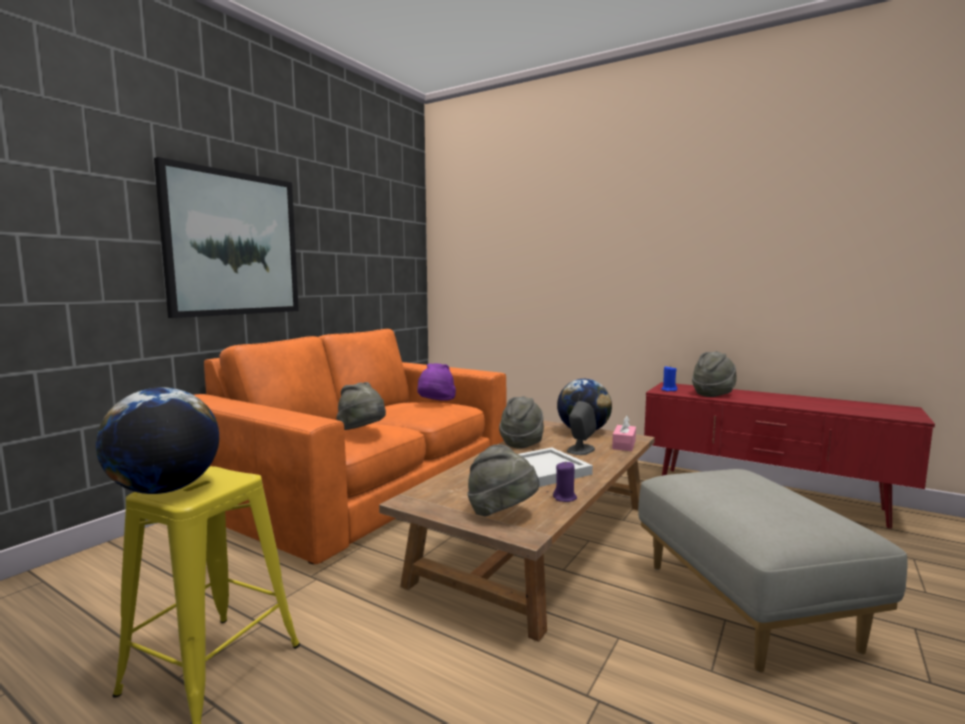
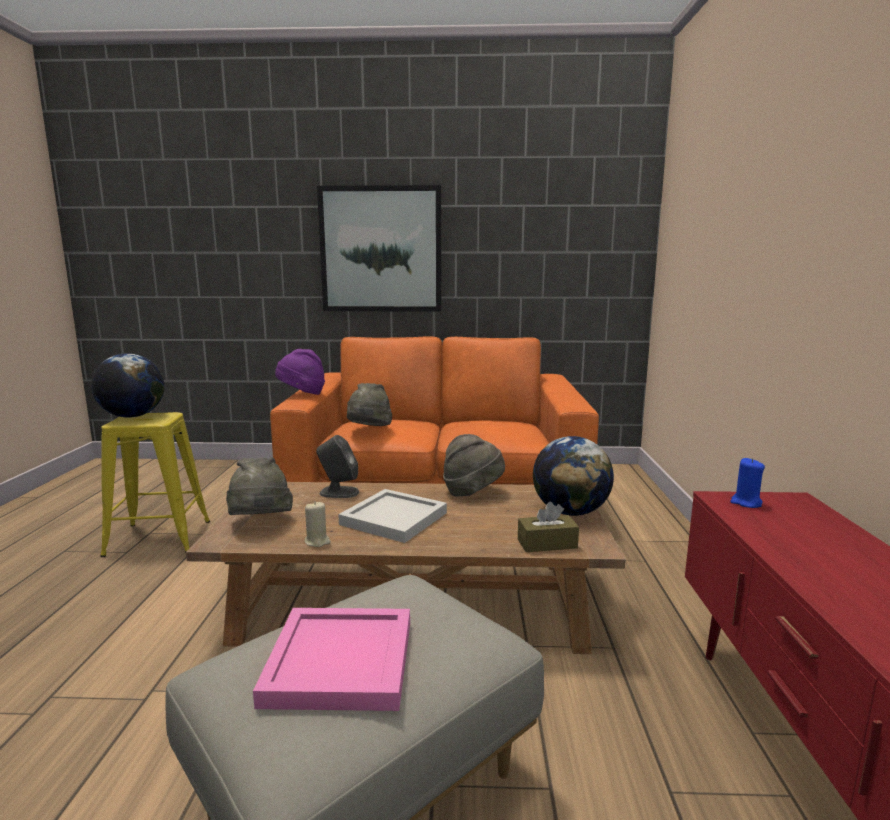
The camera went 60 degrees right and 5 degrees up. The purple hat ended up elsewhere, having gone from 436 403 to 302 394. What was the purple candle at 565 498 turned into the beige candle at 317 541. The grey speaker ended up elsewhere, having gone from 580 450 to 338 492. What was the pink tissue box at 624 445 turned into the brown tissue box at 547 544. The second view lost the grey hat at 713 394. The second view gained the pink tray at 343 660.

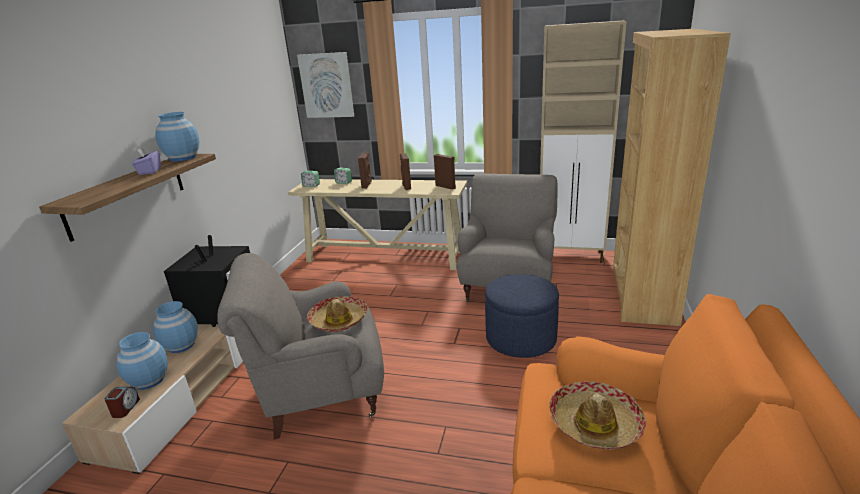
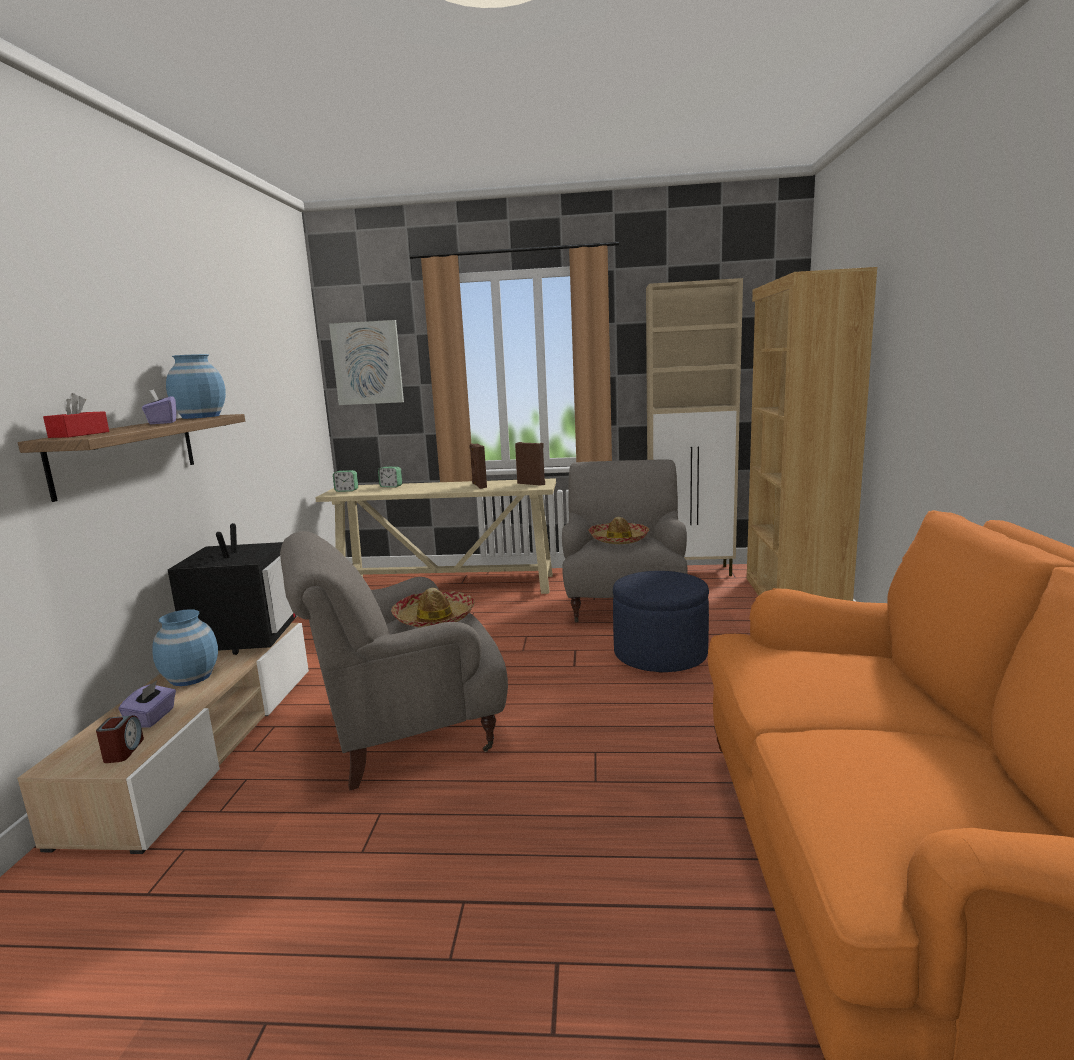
The camera went 10 degrees left and 10 degrees down. Where the blue vase stood at 149 380, the purple tissue box came to stand at 152 718. The second view lost the brown speaker at 367 185. The hat ended up elsewhere, having gone from 594 423 to 618 539. The second view gained the red tissue box at 79 434.

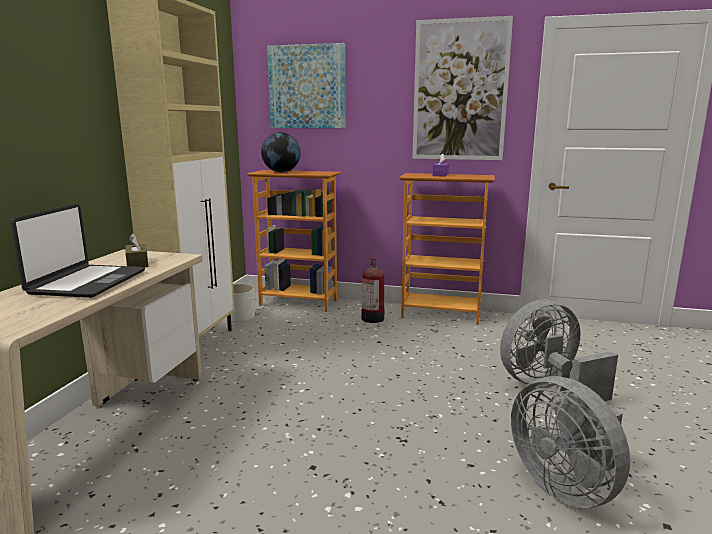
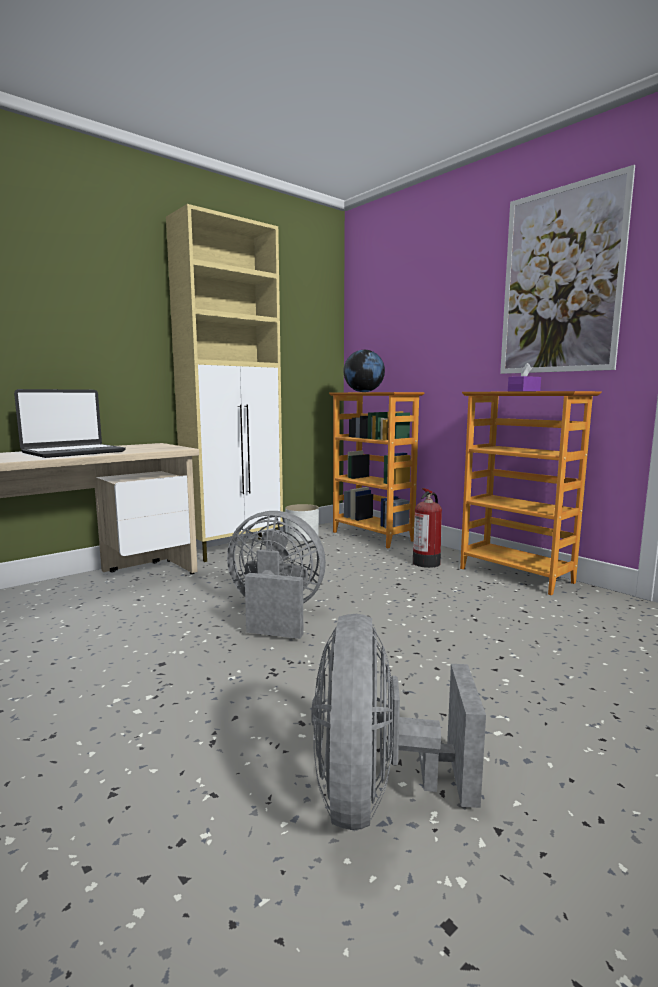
The camera went 35 degrees right and 5 degrees down. The second view lost the brown tissue box at 137 263. The second view lost the picture at 307 87. The grey fan ended up elsewhere, having gone from 547 387 to 275 614.

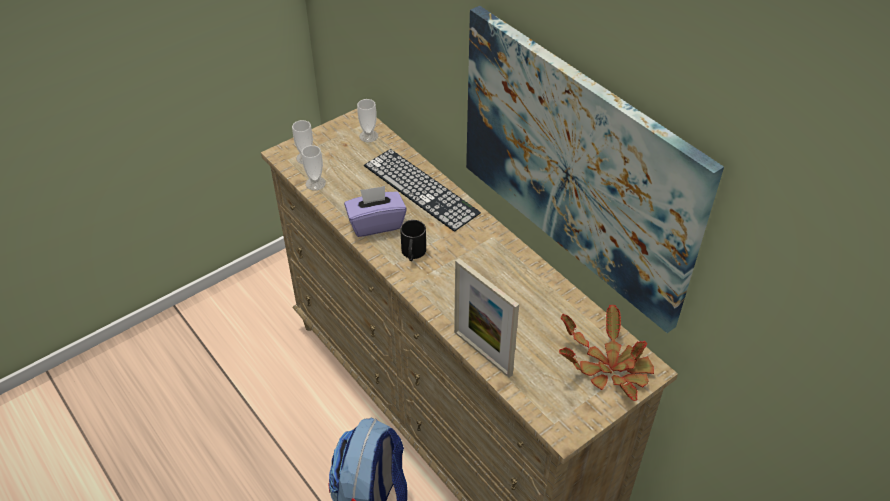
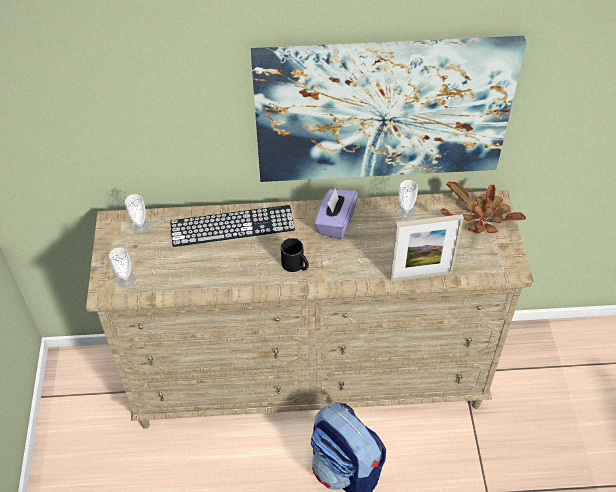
The camera went 55 degrees left and 5 degrees up. The cup ended up elsewhere, having gone from 315 183 to 405 212. The purple tissue box ended up elsewhere, having gone from 376 224 to 335 222.

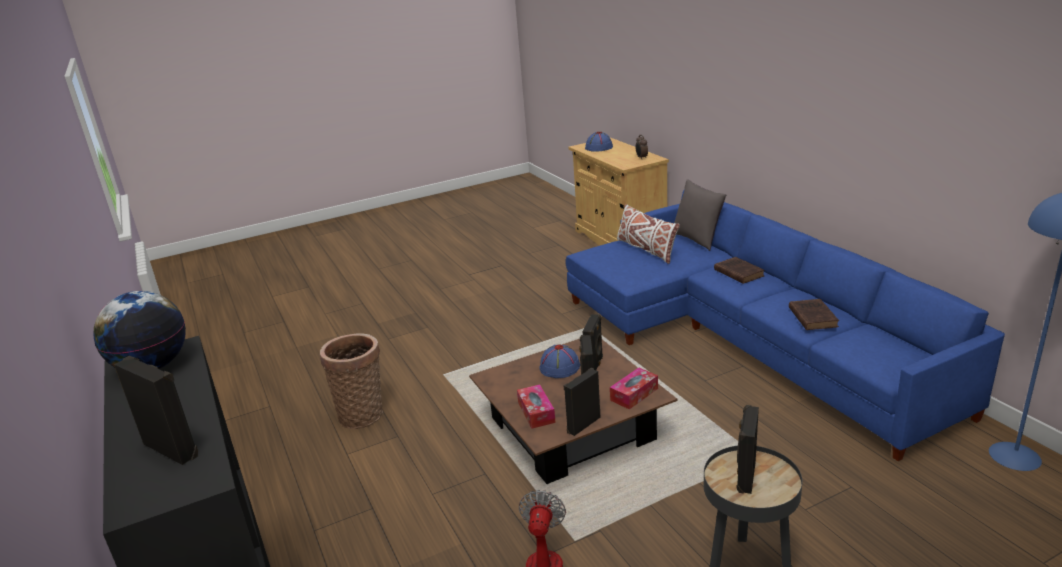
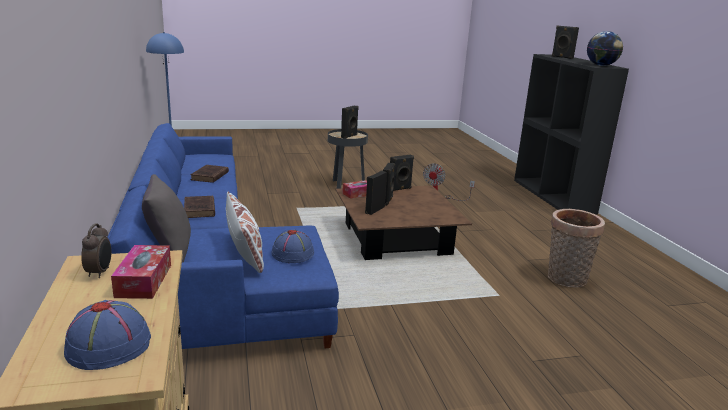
The camera went 170 degrees left and 5 degrees down. The tissue box ended up elsewhere, having gone from 536 412 to 144 281. The blue hat ended up elsewhere, having gone from 559 367 to 293 253.

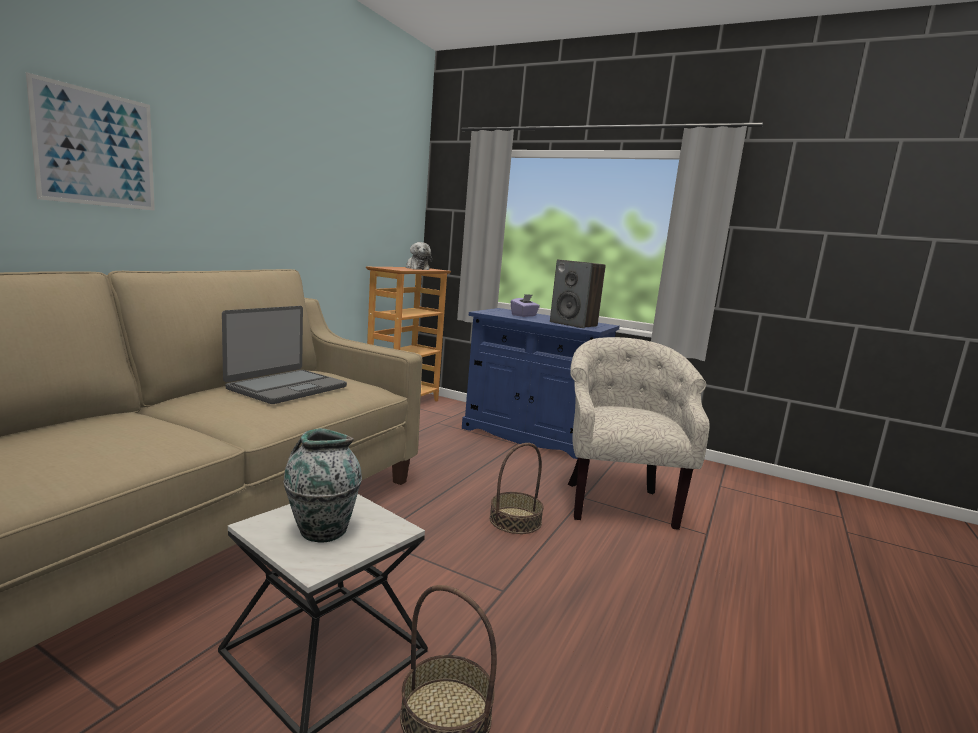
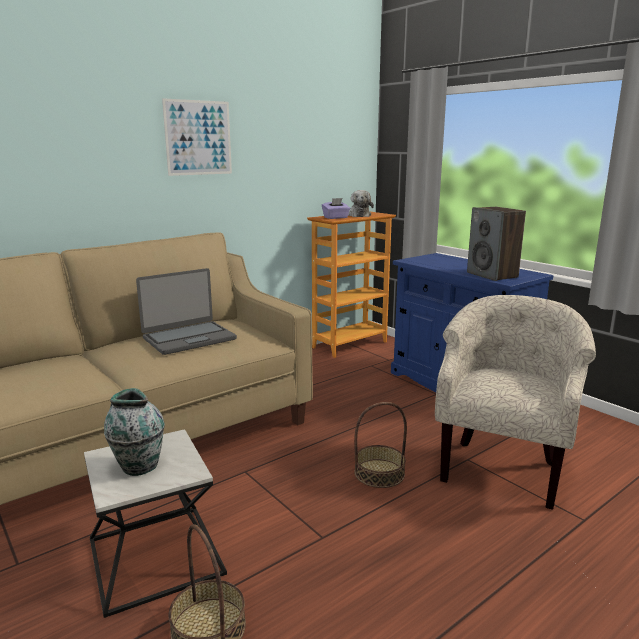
The camera went 25 degrees right and 5 degrees up. The picture ended up elsewhere, having gone from 96 149 to 198 138. The purple tissue box ended up elsewhere, having gone from 524 315 to 336 218.

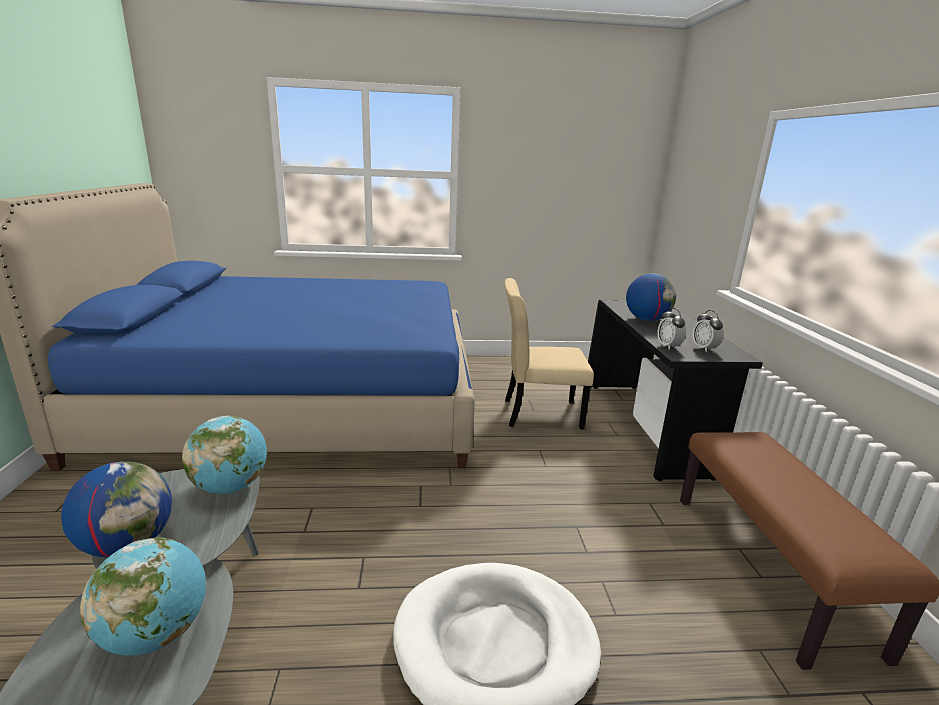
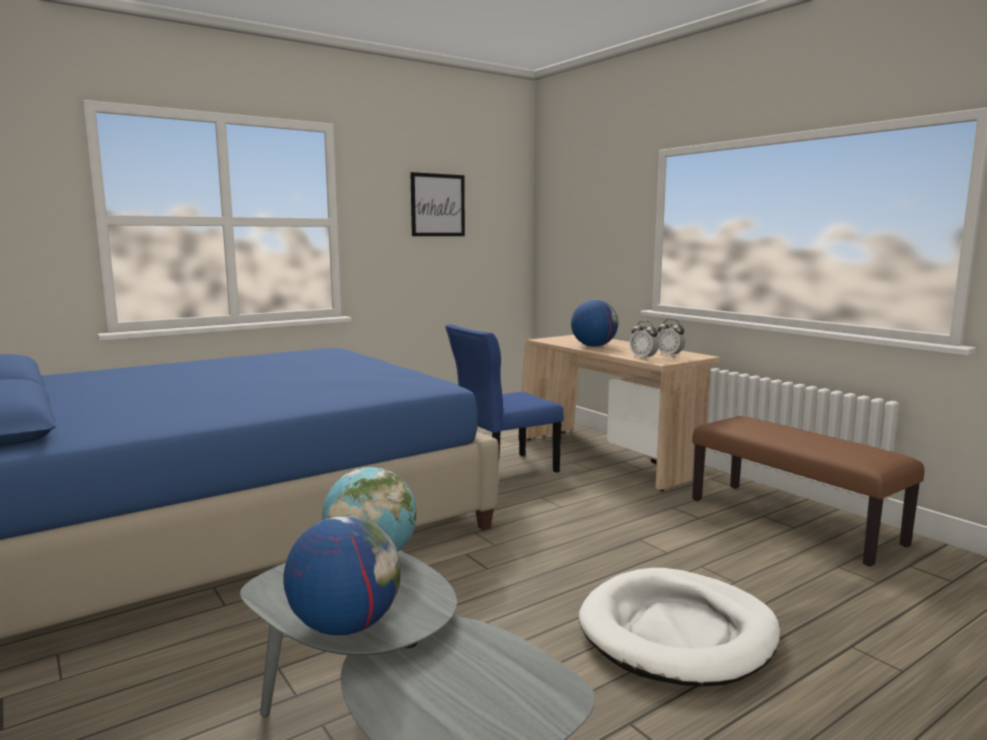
The camera went 30 degrees left and 10 degrees down. The second view lost the globe at 157 634. What was the beige chair at 538 413 turned into the blue chair at 503 470. What was the black desk at 645 427 turned into the beige desk at 606 458. The second view gained the picture at 438 205.

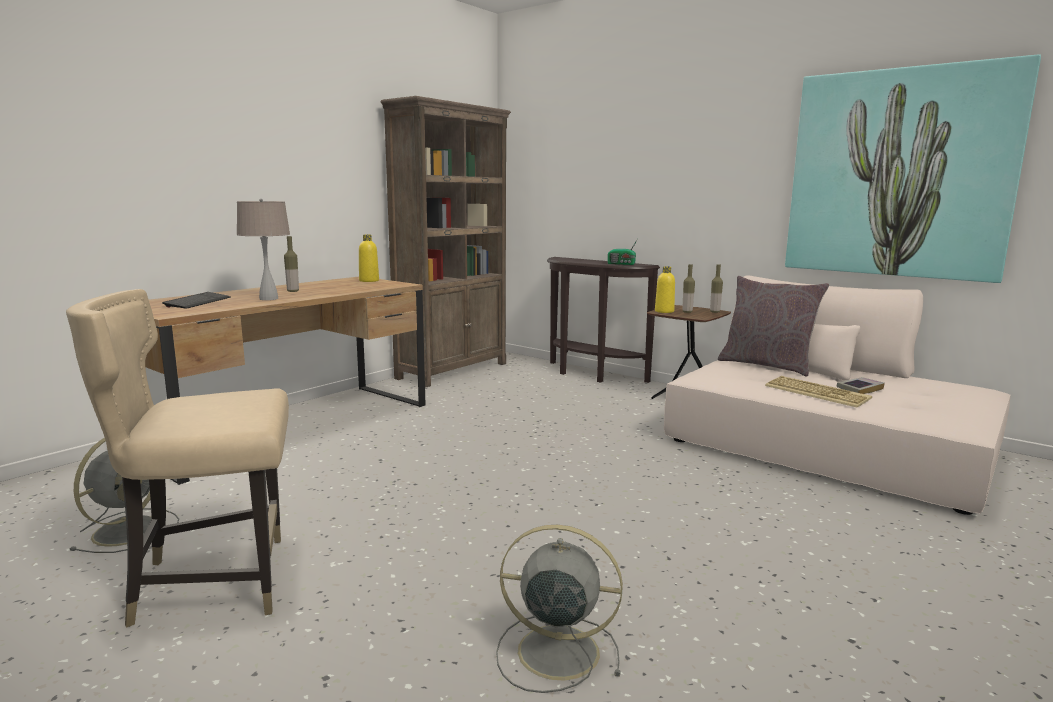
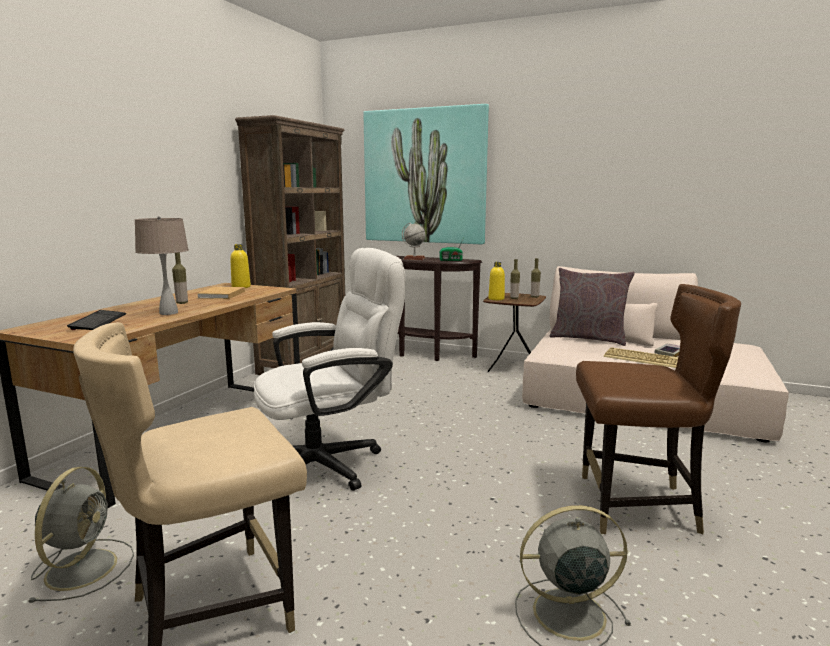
The camera went 15 degrees left and 0 degrees up. The picture ended up elsewhere, having gone from 899 174 to 425 176. The second view gained the beige book at 221 295. The second view gained the white office chair at 329 463. The second view gained the globe at 414 259. The second view gained the brown chair at 637 506.

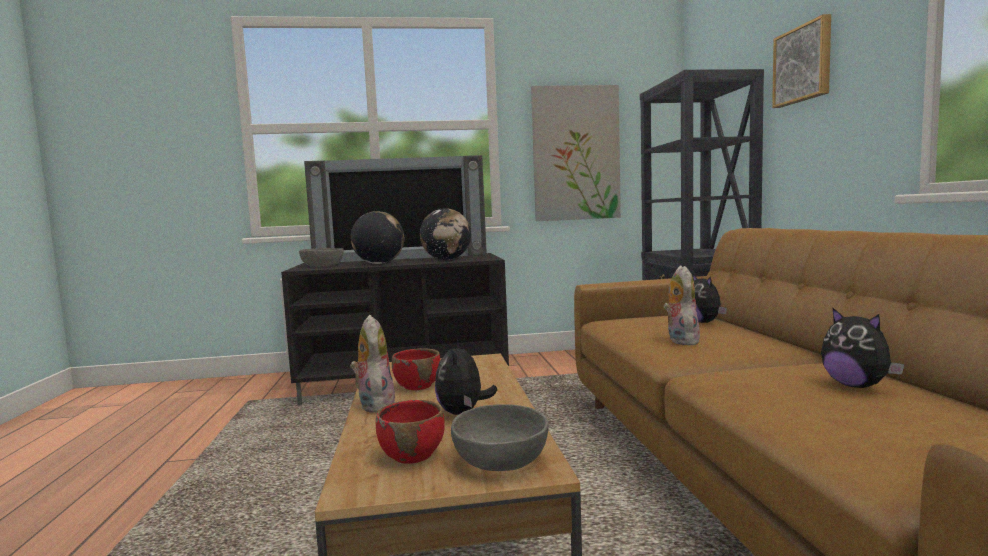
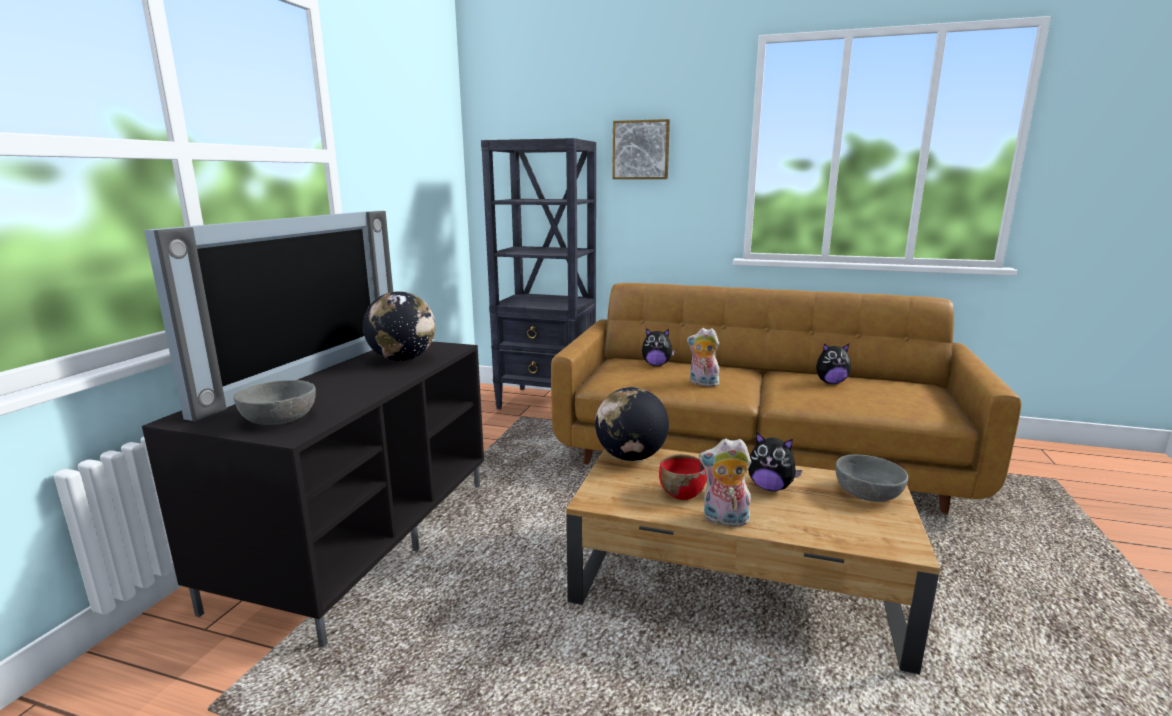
The camera went 65 degrees left and 10 degrees up. The globe ended up elsewhere, having gone from 379 263 to 630 457. The second view lost the red bowl at 412 454. The second view lost the picture at 575 153.

